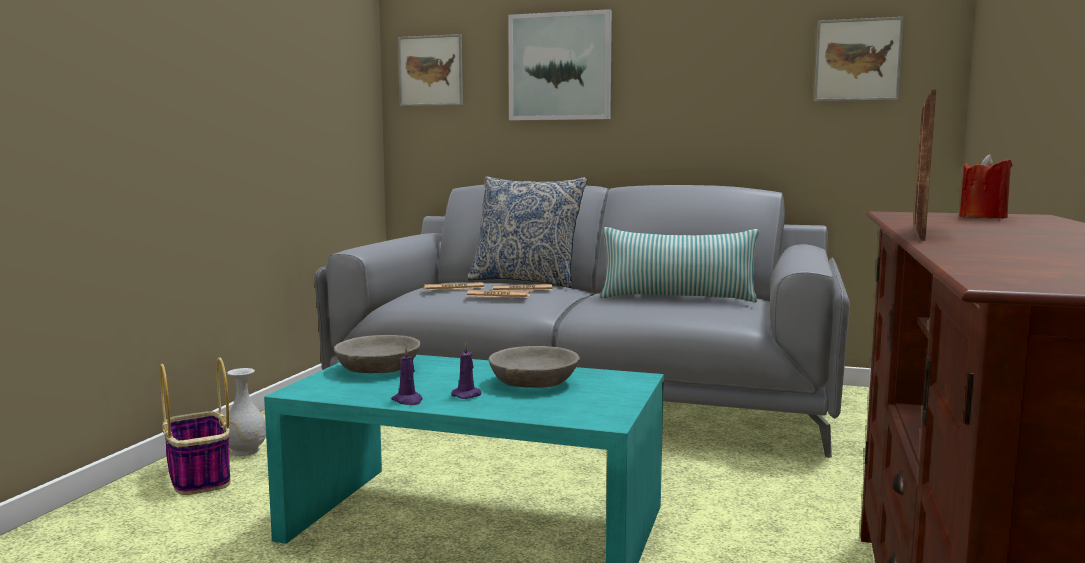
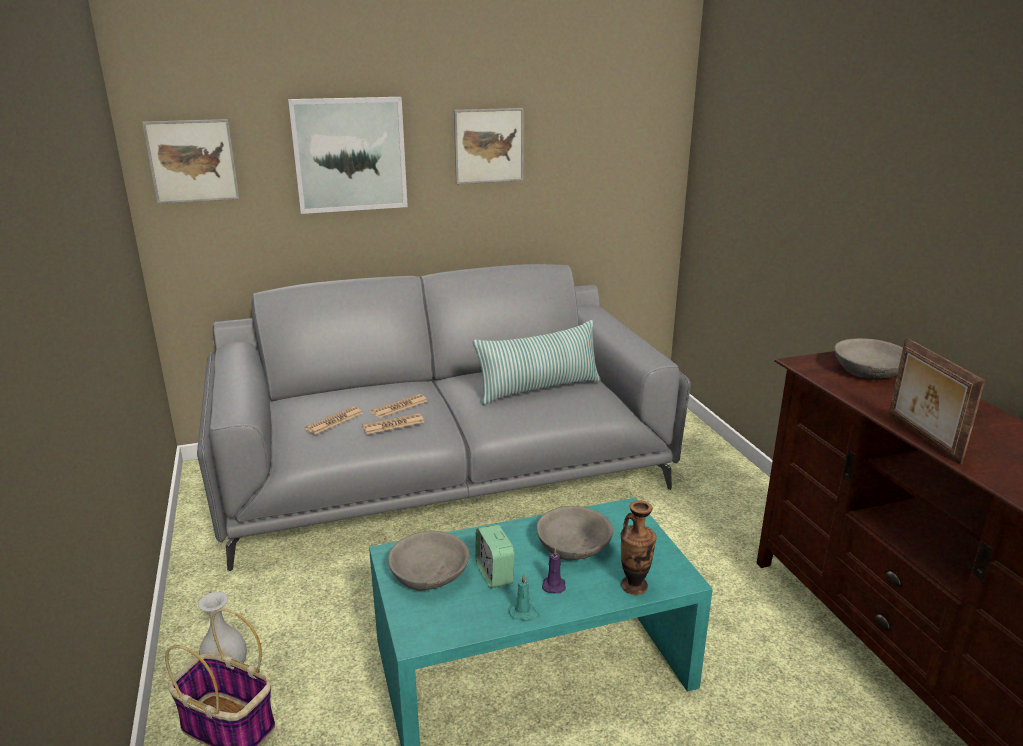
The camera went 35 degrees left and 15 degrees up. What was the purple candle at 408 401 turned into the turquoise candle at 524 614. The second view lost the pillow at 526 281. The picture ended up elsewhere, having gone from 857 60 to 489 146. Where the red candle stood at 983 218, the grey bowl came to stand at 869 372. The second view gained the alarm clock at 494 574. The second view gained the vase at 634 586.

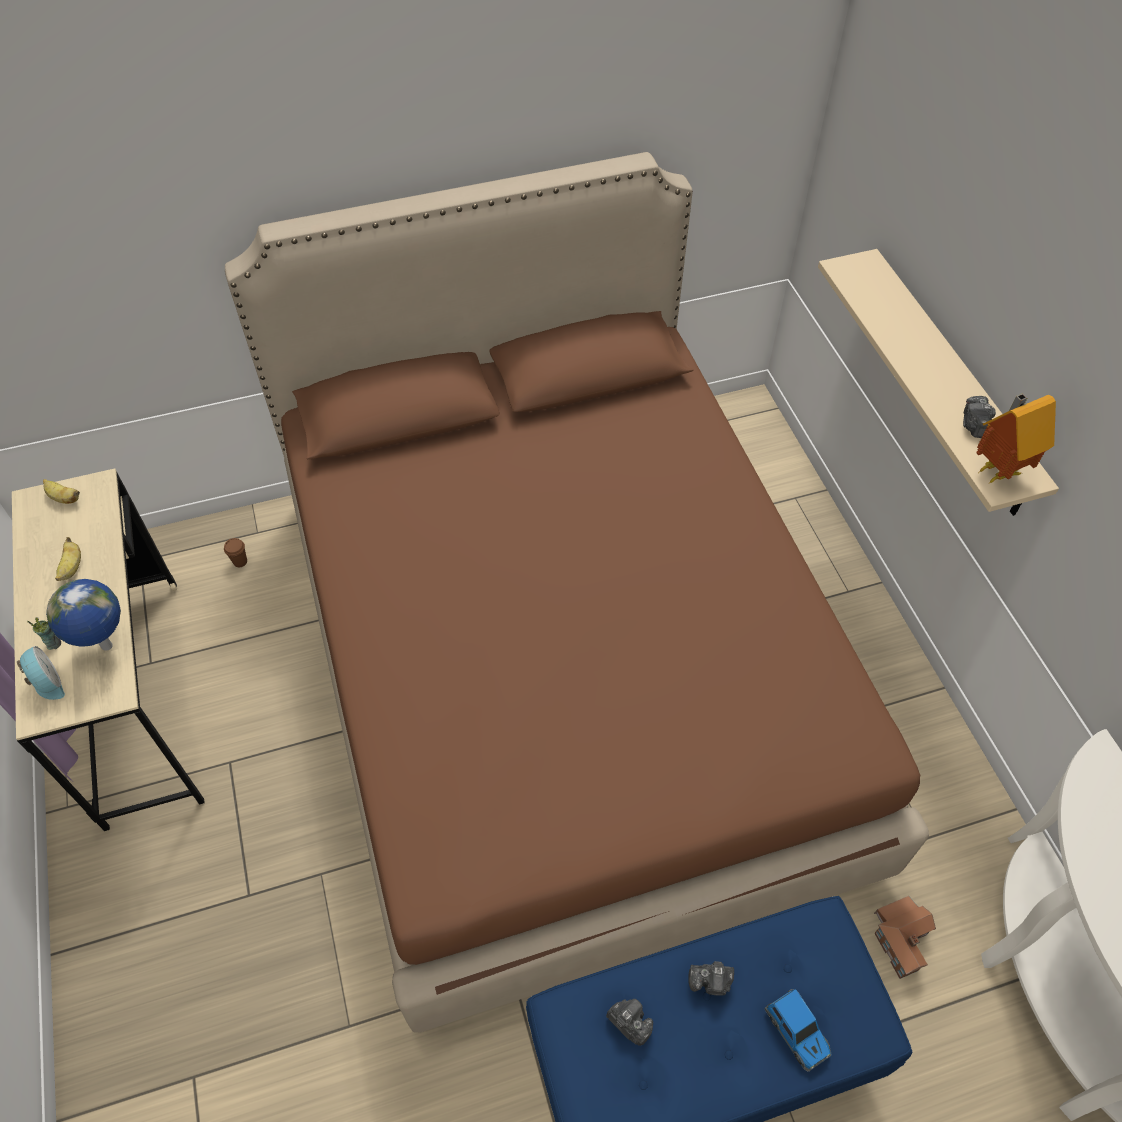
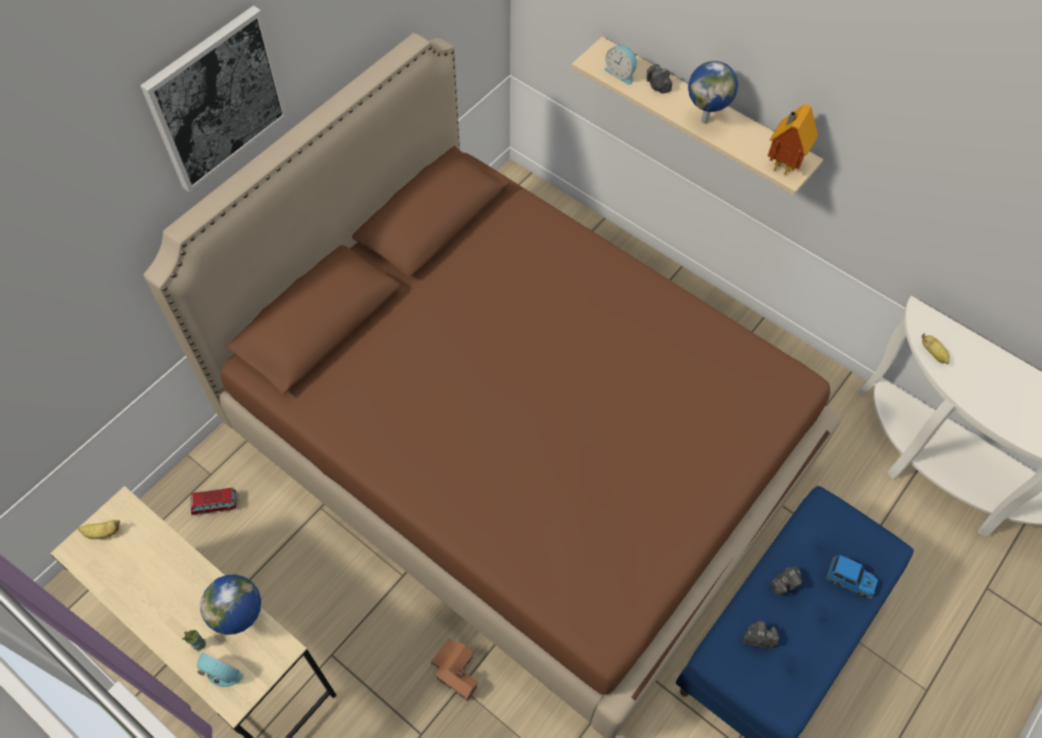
The camera went 35 degrees left and 5 degrees up. The banana ended up elsewhere, having gone from 72 568 to 933 353. Where the brown cup stood at 240 562, the toy car came to stand at 215 504. The toy house ended up elsewhere, having gone from 901 938 to 457 671. The photo camera ended up elsewhere, having gone from 974 425 to 657 86. The second view gained the picture at 216 99. The second view gained the alarm clock at 621 73. The second view gained the globe at 705 120.

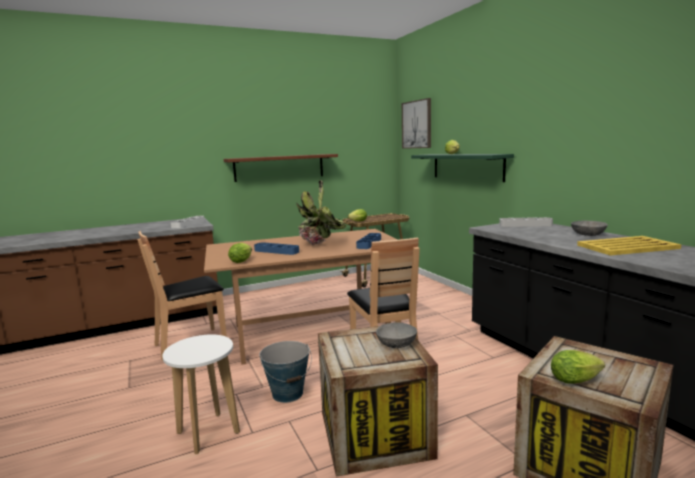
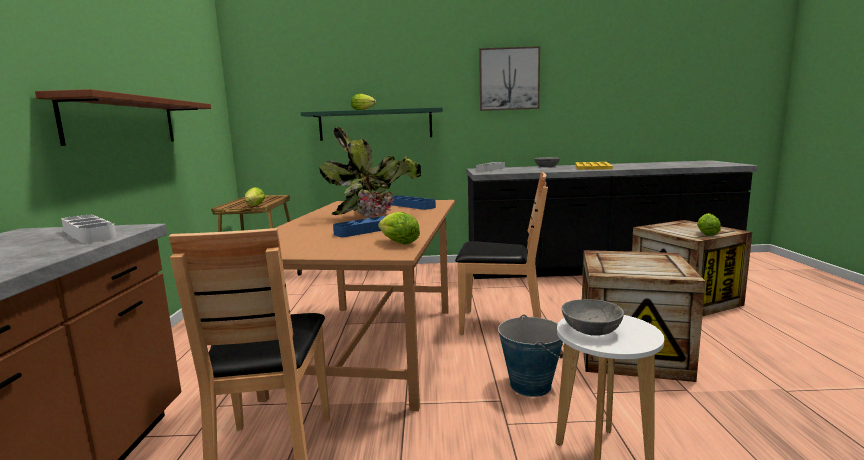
The camera went 65 degrees left and 0 degrees up. The grey bowl ended up elsewhere, having gone from 397 344 to 591 329. The picture ended up elsewhere, having gone from 417 124 to 509 79.

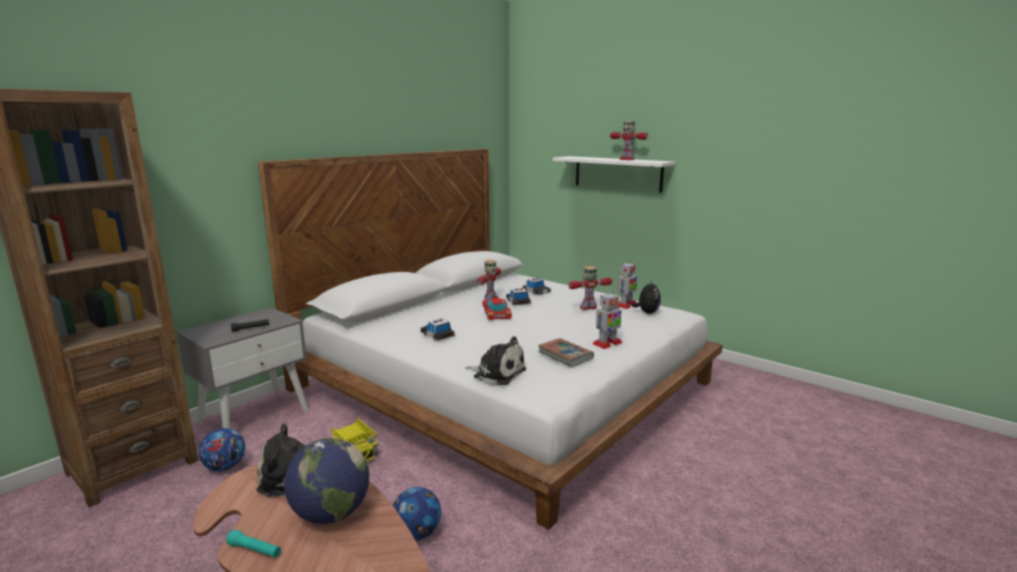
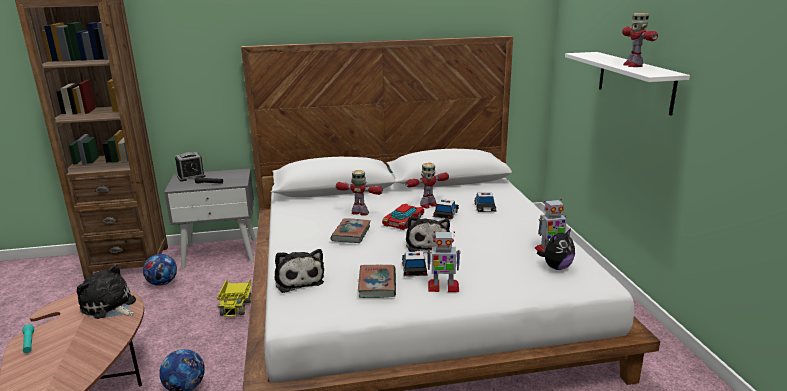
The camera went 40 degrees right and 5 degrees up. The second view lost the globe at 331 514. The toy car ended up elsewhere, having gone from 437 335 to 414 268. The toy robot ended up elsewhere, having gone from 588 307 to 360 213. The second view gained the alarm clock at 191 176. The second view gained the book at 351 233. The second view gained the plush toy at 427 243.

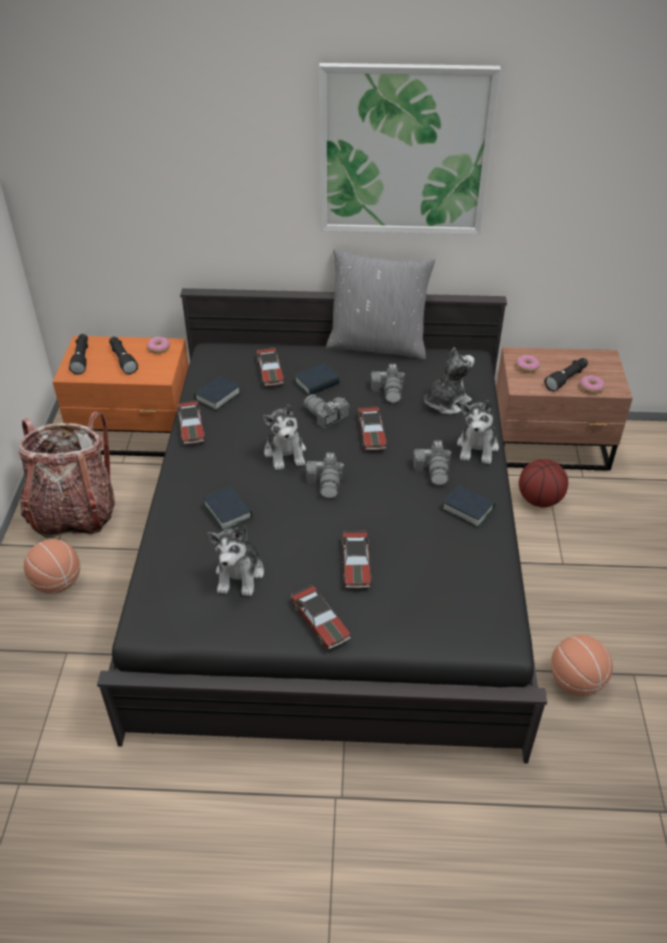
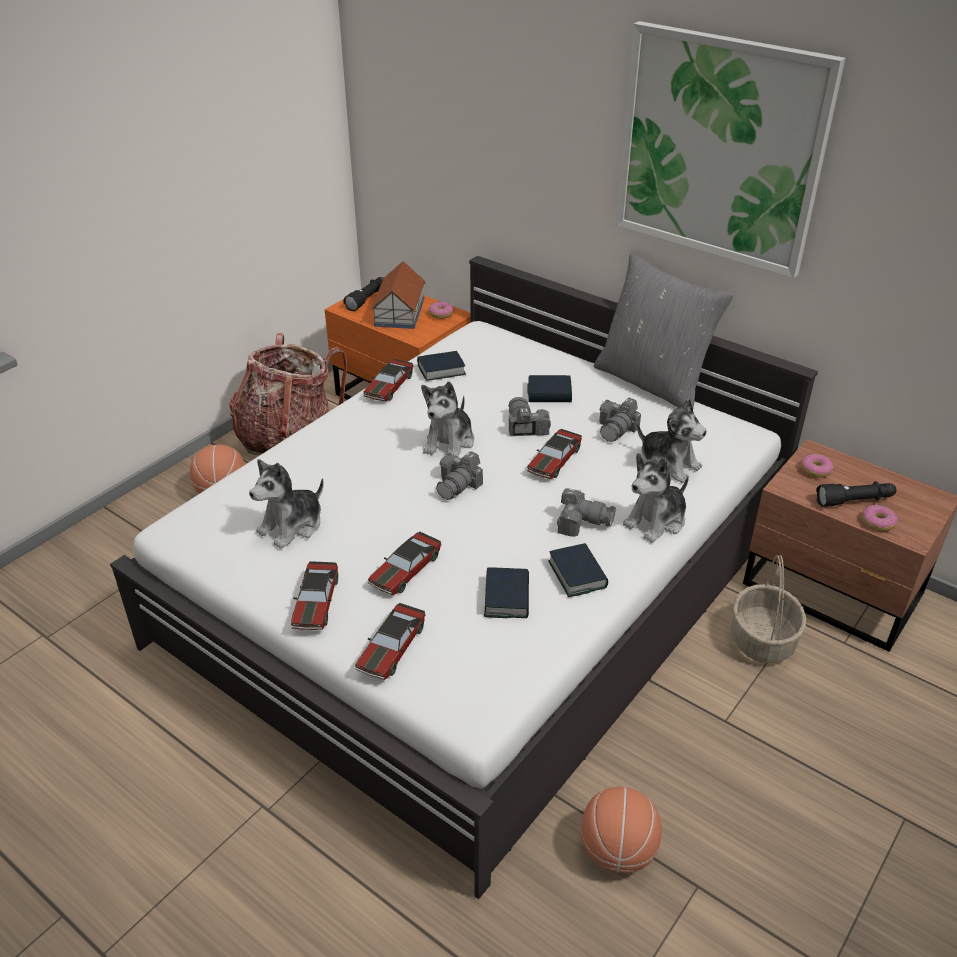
The camera went 35 degrees right and 5 degrees down. What was the black bed at 334 554 turned into the white bed at 480 585. Where the black flashlight stood at 122 359, the toy house came to stand at 400 312. The book ended up elsewhere, having gone from 228 511 to 507 597. The toy car ended up elsewhere, having gone from 270 372 to 391 648. The photo camera at 434 470 ended up facing another way, 105 degrees counterclockwise from before. The plush toy at 446 402 ended up facing another way, 45 degrees clockwise from before. Where the basketball stood at 540 500, the basket came to stand at 763 641.

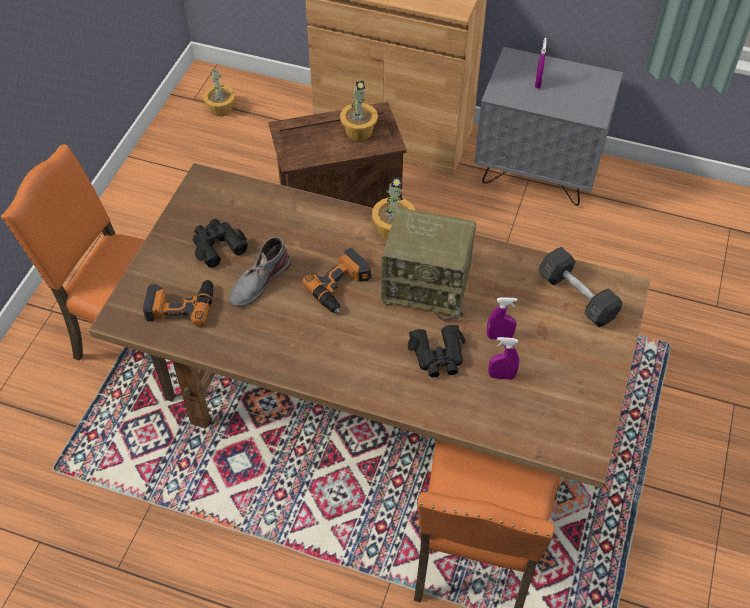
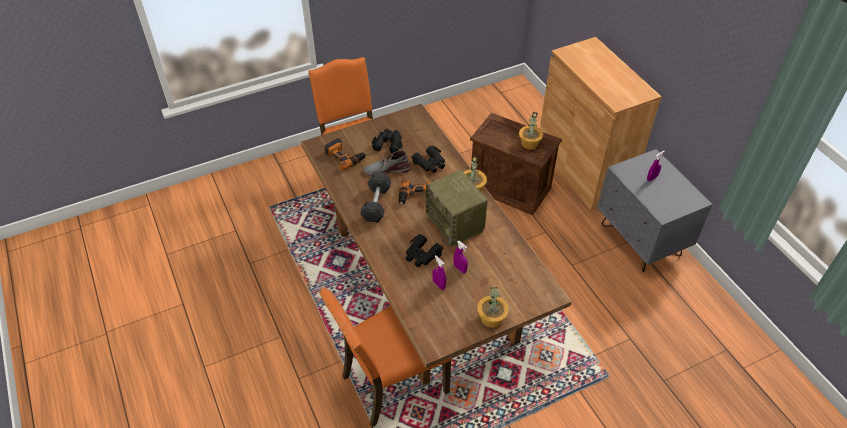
The camera went 45 degrees right and 5 degrees down. The potted plant ended up elsewhere, having gone from 221 109 to 491 318. The grey dumbbell ended up elsewhere, having gone from 577 296 to 376 204. The second view gained the black binoculars at 430 163.

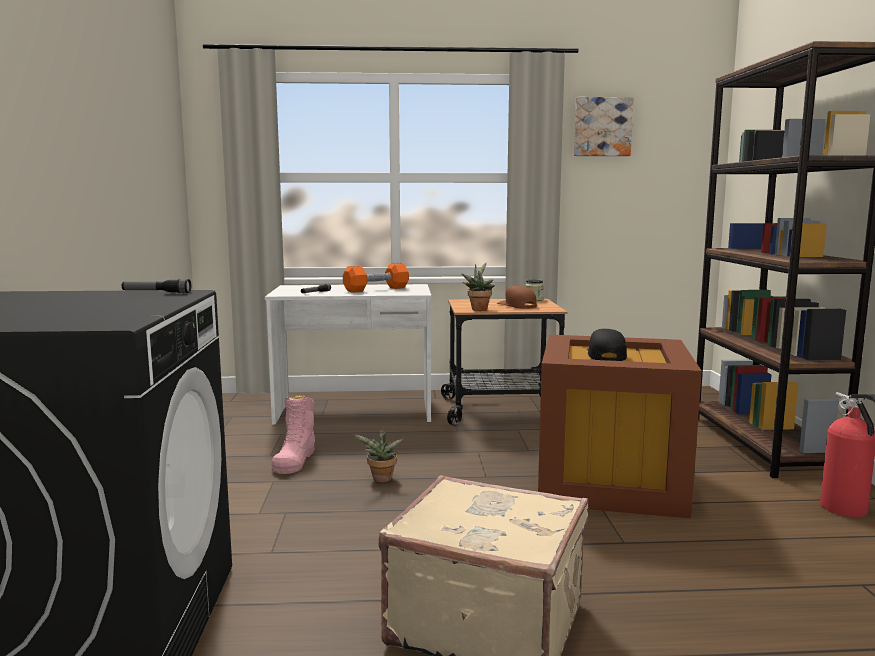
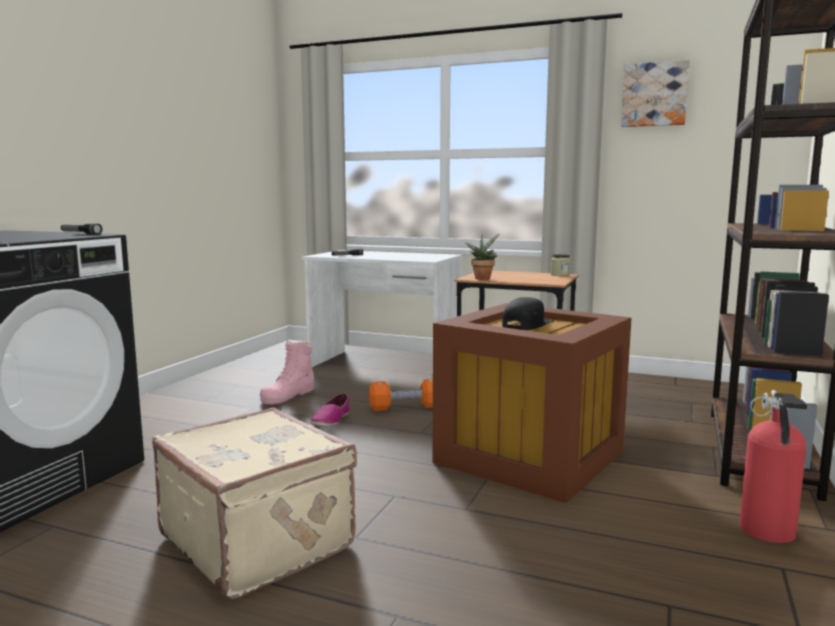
The camera went 25 degrees right and 0 degrees up. The orange dumbbell ended up elsewhere, having gone from 376 289 to 405 407. Where the potted plant stood at 381 480, the shoe came to stand at 331 420. The second view lost the brown cap at 517 305.

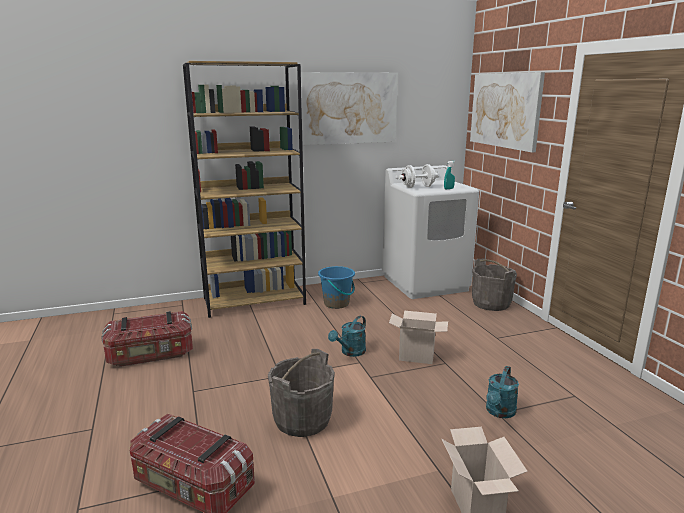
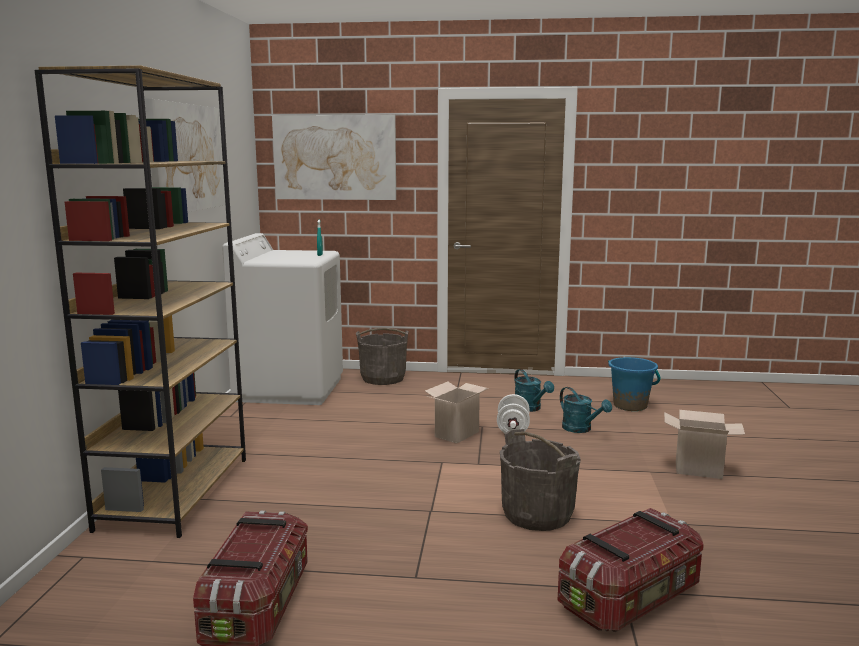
The camera went 65 degrees left and 5 degrees down. The blue bucket ended up elsewhere, having gone from 336 304 to 630 405. The turquoise watering can ended up elsewhere, having gone from 350 352 to 530 408. The white dumbbell ended up elsewhere, having gone from 417 187 to 513 429.

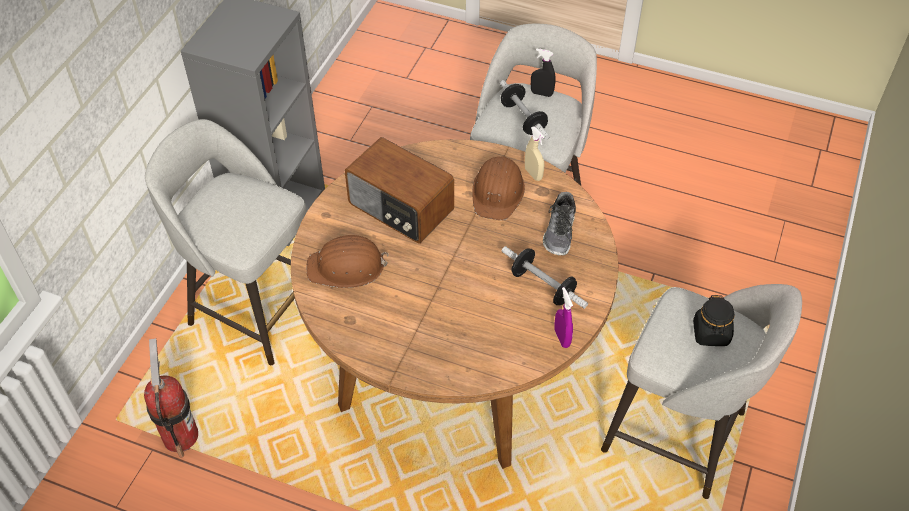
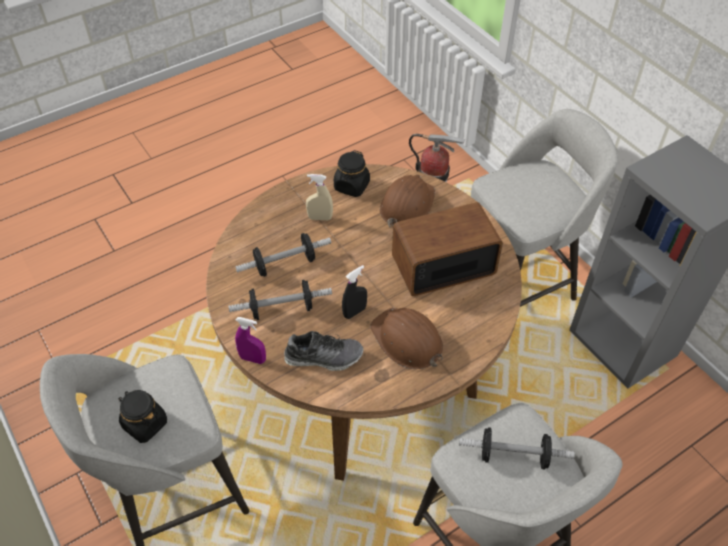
The camera went 125 degrees right and 0 degrees up. The beige spray bottle ended up elsewhere, having gone from 533 174 to 320 218. The black spray bottle ended up elsewhere, having gone from 541 93 to 354 312. The shoe at 560 232 ended up facing another way, 135 degrees clockwise from before. The purple spray bottle ended up elsewhere, having gone from 562 338 to 253 359. The second view gained the dumbbell at 285 264. The second view gained the black jar at 351 186.

